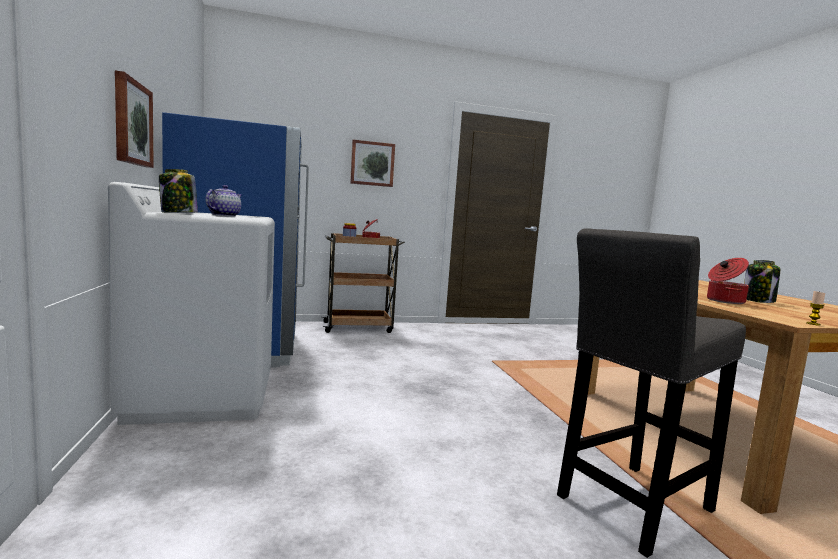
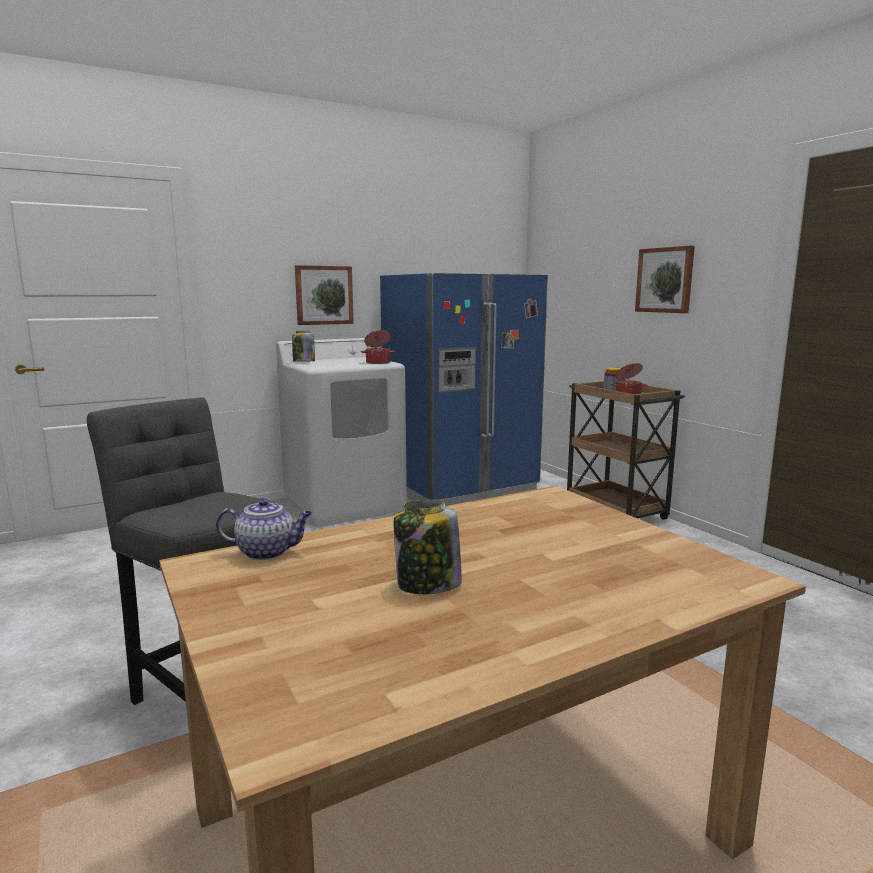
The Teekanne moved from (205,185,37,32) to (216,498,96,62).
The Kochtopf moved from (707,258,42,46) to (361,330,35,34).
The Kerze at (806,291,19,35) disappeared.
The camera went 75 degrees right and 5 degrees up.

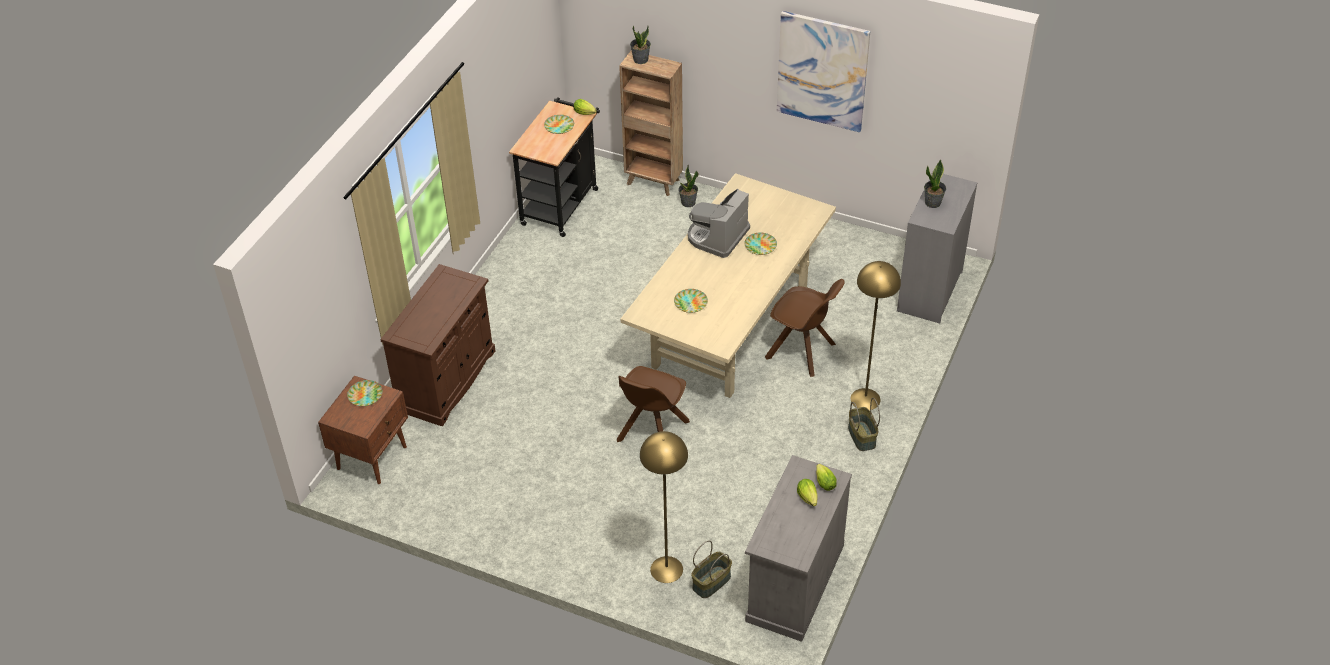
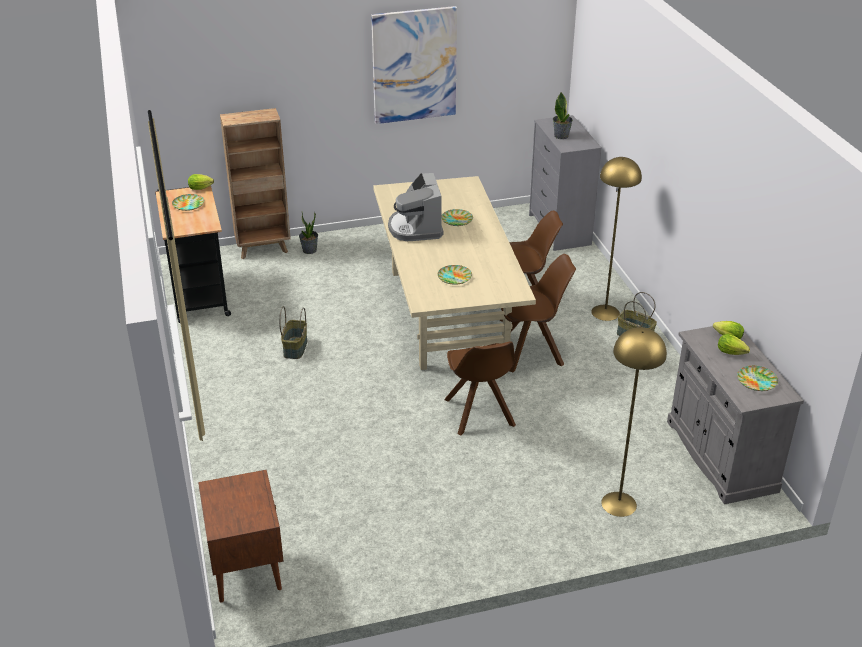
The Korb moved from (691,541,41,57) to (279,306,28,53).
The Stuhl (braun) at (501,254,75,118) appeared.
The Teller moved from (347,380,35,26) to (737,366,41,25).
The Schrank (braun) at (380,264,116,162) disappeared.
The Topfpflanze at (630,25,21,39) disappeared.
The camera went 40 degrees left and 10 degrees down.

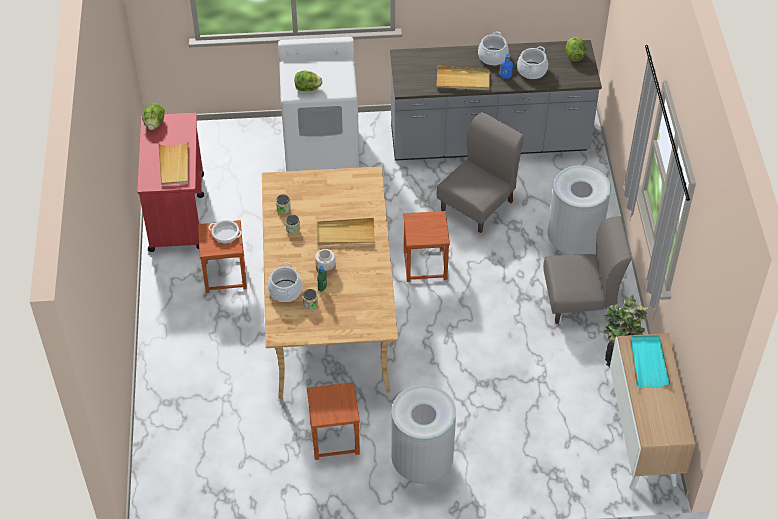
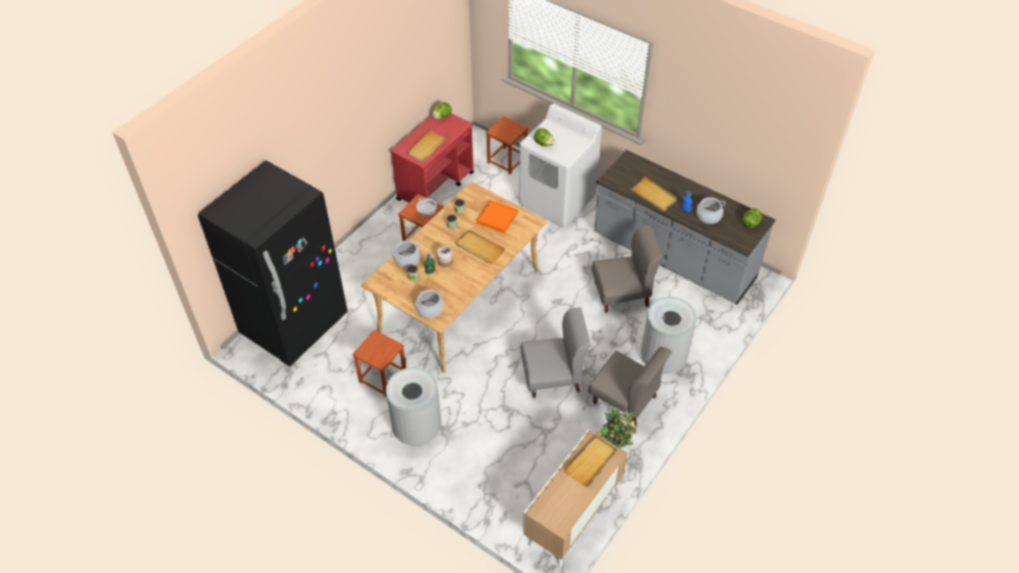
The Kühlschrank (schwarz) at (198,160,150,207) appeared.
The Kochtopf moved from (478,32,31,33) to (415,290,29,28).
The Tablett (orange) at (476,200,42,33) appeared.
The Hocker (braun) moved from (403,211,47,71) to (486,117,42,57).
The Stuhl (grau) at (521,307,70,91) appeared.
The Tablett (türkis) at (630,335,41,53) became the Tablett (beige) at (564,436,53,51).
The camera went 40 degrees right and 0 degrees up.

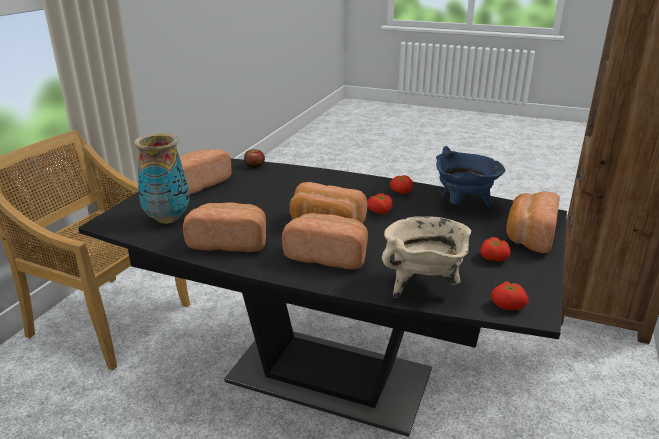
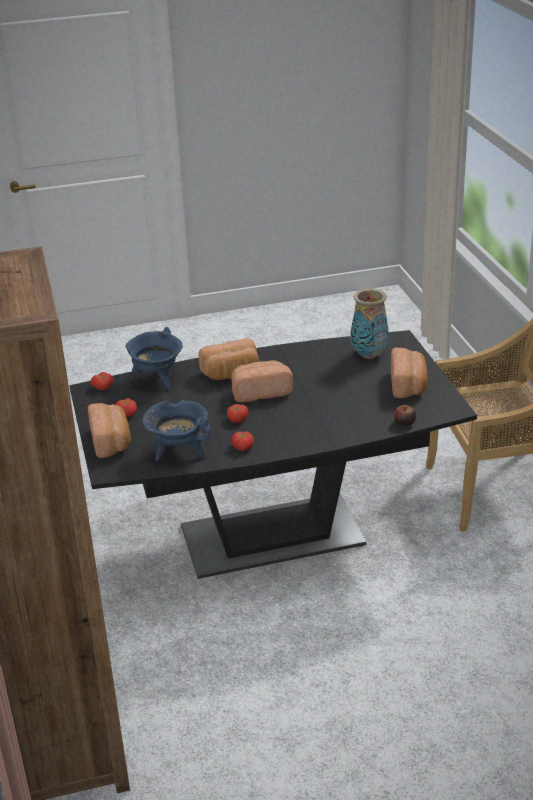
The Kochtopf (beige) at (382,216,89,82) became the Kochtopf (blau) at (125,327,58,62).
The Brot at (183,202,83,50) disappeared.
The camera went 145 degrees right and 5 degrees up.

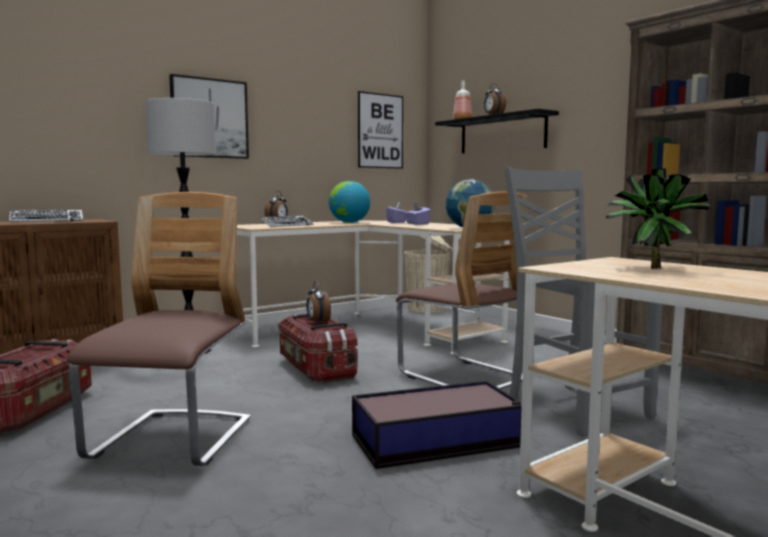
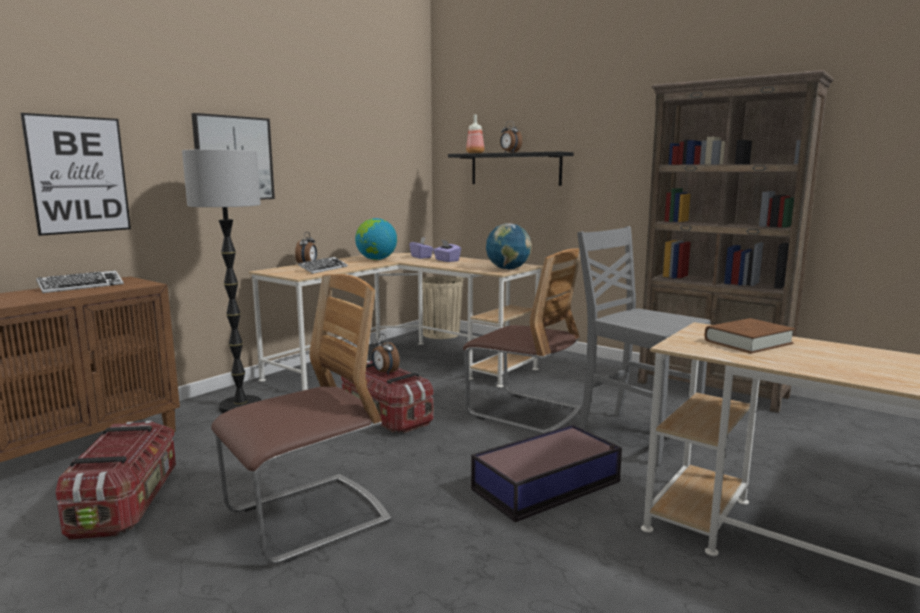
The Bild moved from (358,91,45,78) to (20,113,111,123).
The Stuhl at (67,192,184,274) turned 60 degrees clockwise.
The Topfpflanze at (606,168,106,101) was replaced by the Buch (braun) at (704,318,91,36).
The camera went 15 degrees left and 5 degrees up.

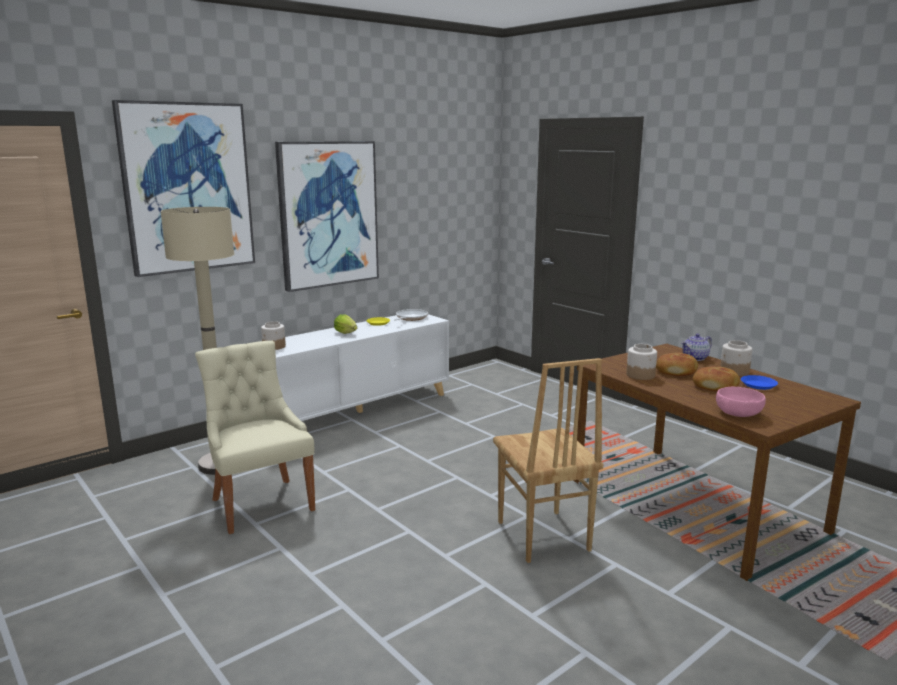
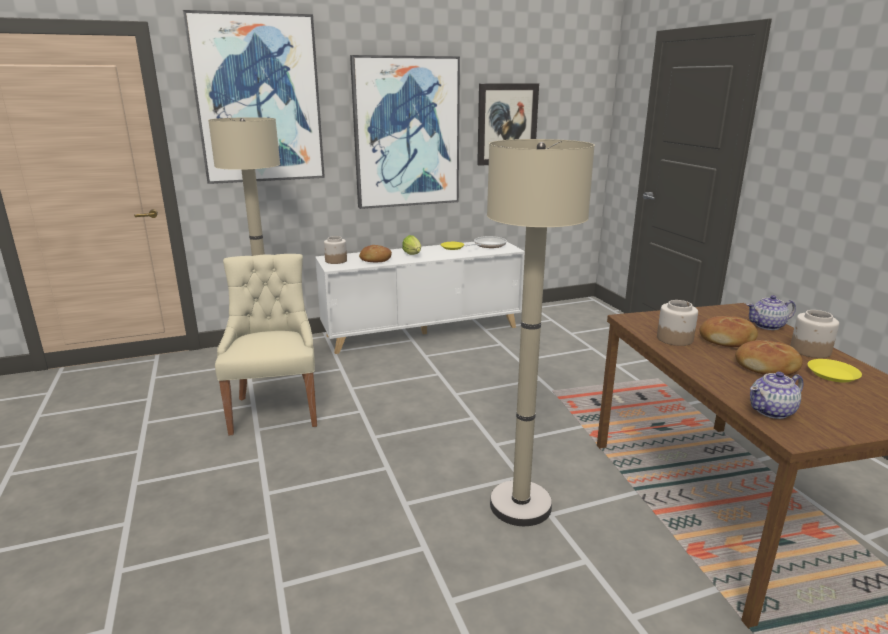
The Brot at (359,245,33,17) appeared.
The Bild at (477,83,62,83) appeared.
The Stuhl (braun) at (493,358,110,205) was replaced by the Stehlampe (beige) at (487,139,108,387).
The Schüssel (rosa) at (716,387,50,30) was replaced by the Teekanne at (750,371,53,48).
The Teller (blau) at (741,375,37,15) became the Teller (gelb) at (807,359,55,24).
The camera went 20 degrees right and 5 degrees up.

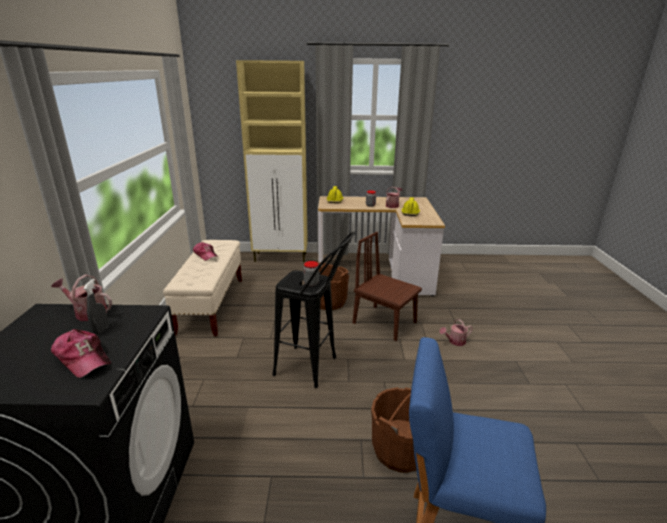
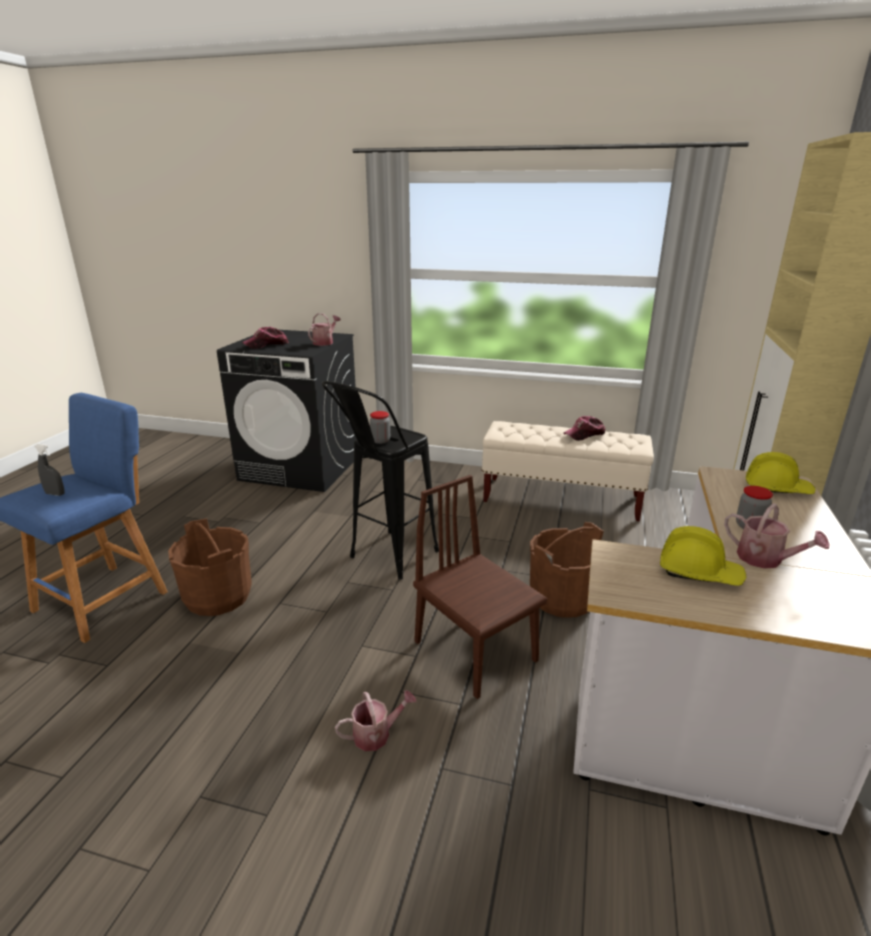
The Sprühflasche (grau) moved from (83,279,25,57) to (34,444,31,52).
The Gießkanne at (439,319,34,27) turned 75 degrees clockwise.
The Stuhl (braun) at (353,232,69,109) turned 90 degrees counterclockwise.
The camera went 105 degrees right and 0 degrees up.

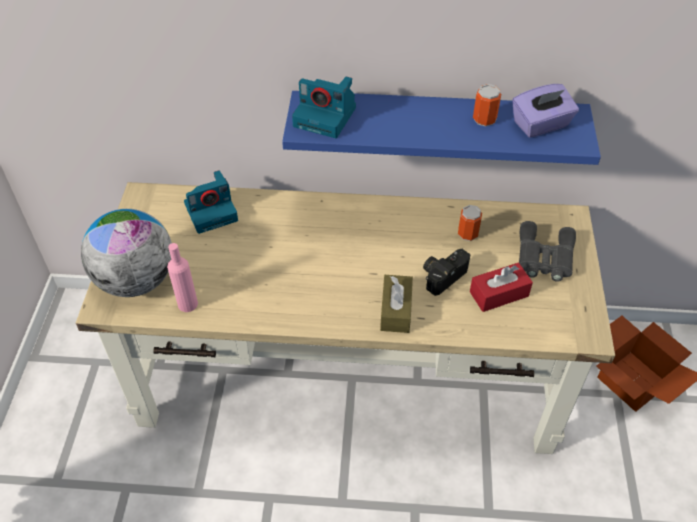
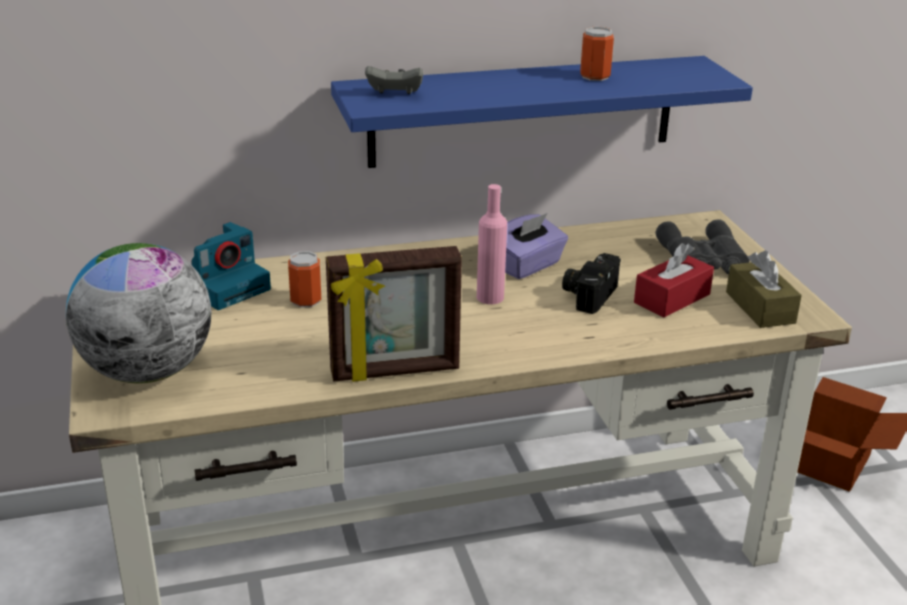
The Dose moved from (458,205,24,36) to (288,251,33,57).
The Bilderrahmen at (326,246,136,136) appeared.
The Kamera at (292,77,64,61) was replaced by the Gamepad (grau) at (365,66,58,28).
The Flasche (rosa) moved from (167,243,31,69) to (477,184,30,120).
The Taschentuchbox (lila) moved from (512,84,67,54) to (505,213,63,66).
The Taschentuchbox (braun) moved from (380,275,33,58) to (726,250,76,78).
The camera went 20 degrees left and 20 degrees down.

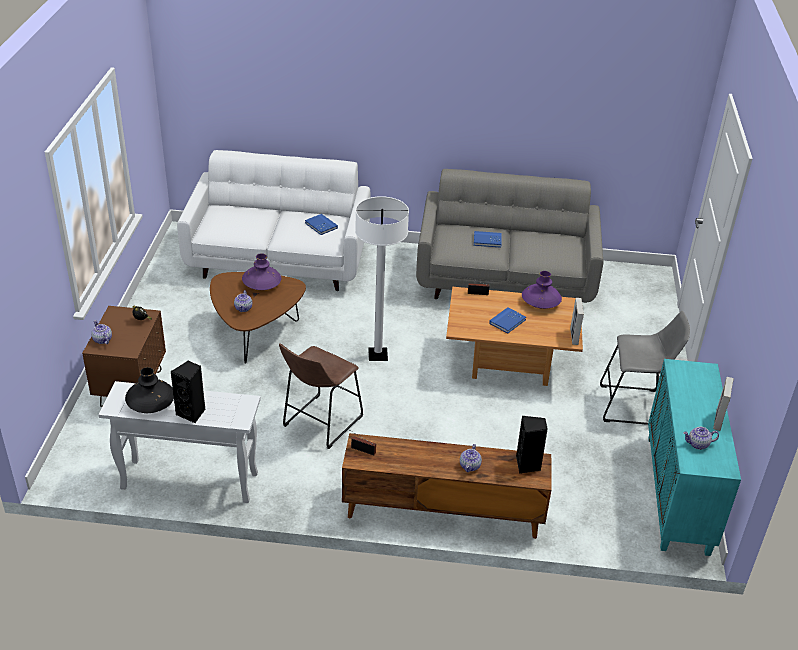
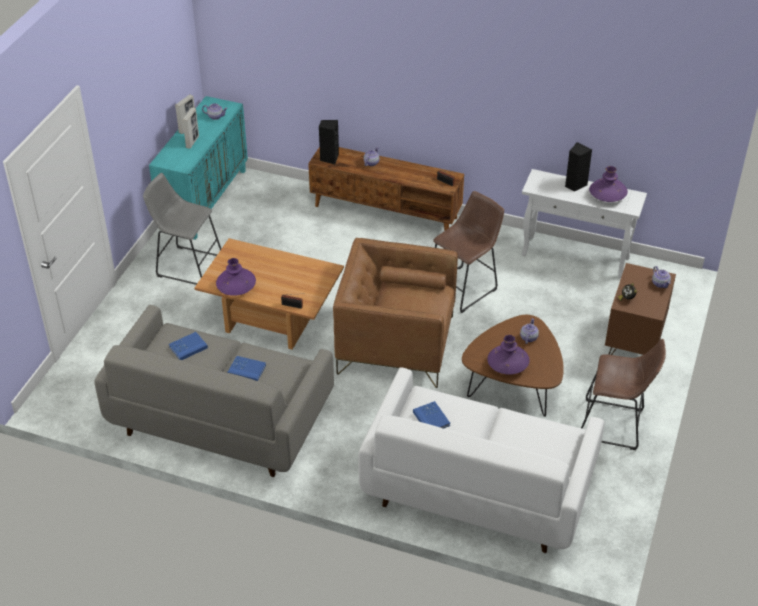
The Buch (blau) moved from (489,307,37,26) to (169,332,39,28).
The Bilderrahmen moved from (570,298,14,47) to (182,107,17,42).
The Stehlampe (weiß) at (355,196,54,165) was replaced by the Sessel (braun) at (333,238,125,150).
The Hocker (braun) at (581,339,85,111) appeared.
The Vase (schwarz) at (125,367,49,46) became the Vase (lila) at (589,166,39,36).
The camera went 165 degrees left and 5 degrees up.

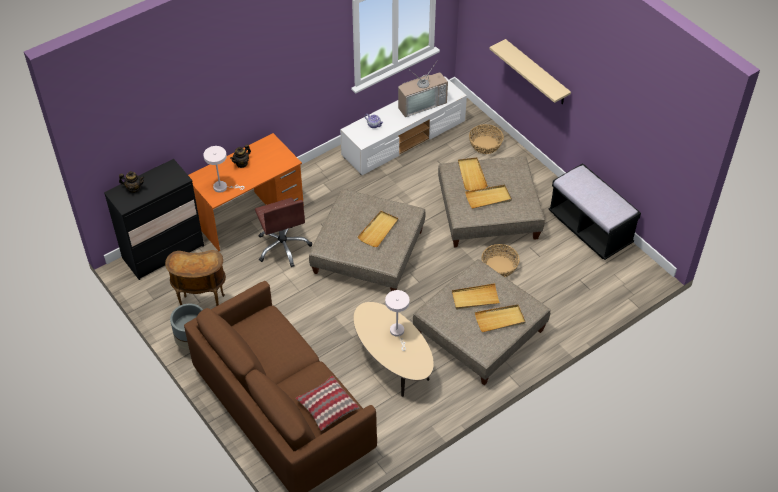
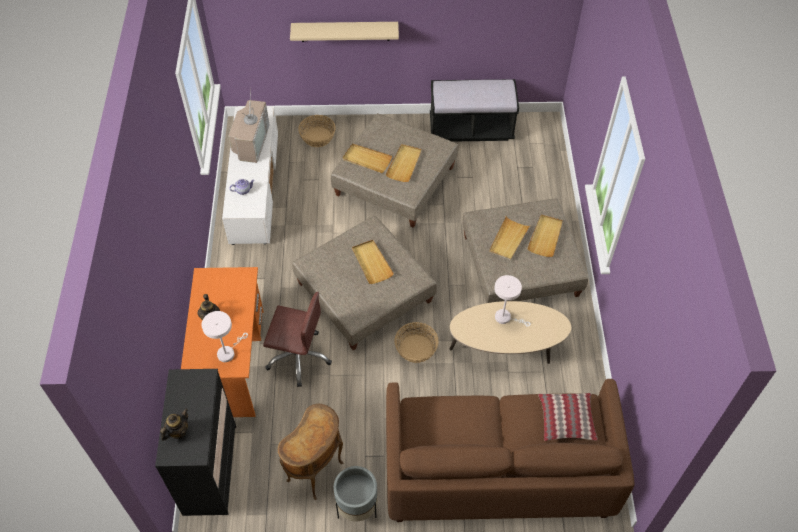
The Korb moved from (481,244,39,33) to (394,322,45,41).
The camera went 55 degrees left and 5 degrees up.

